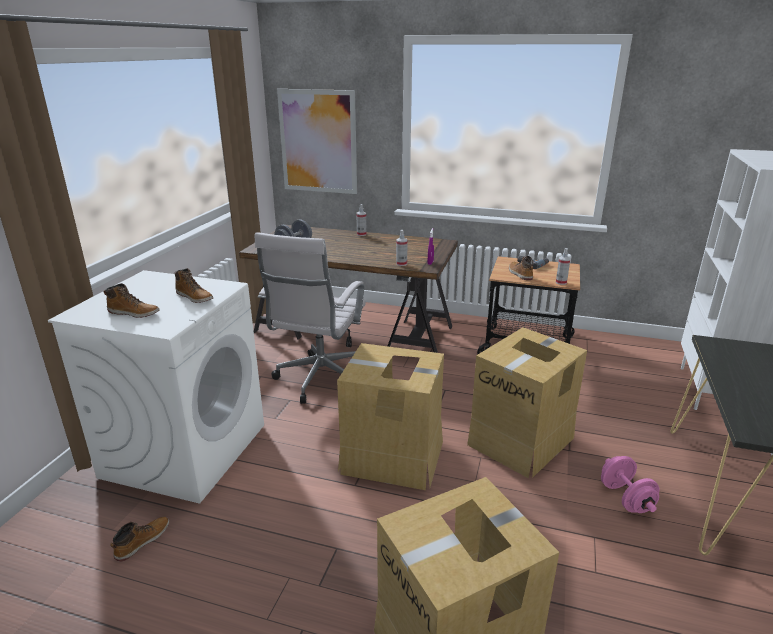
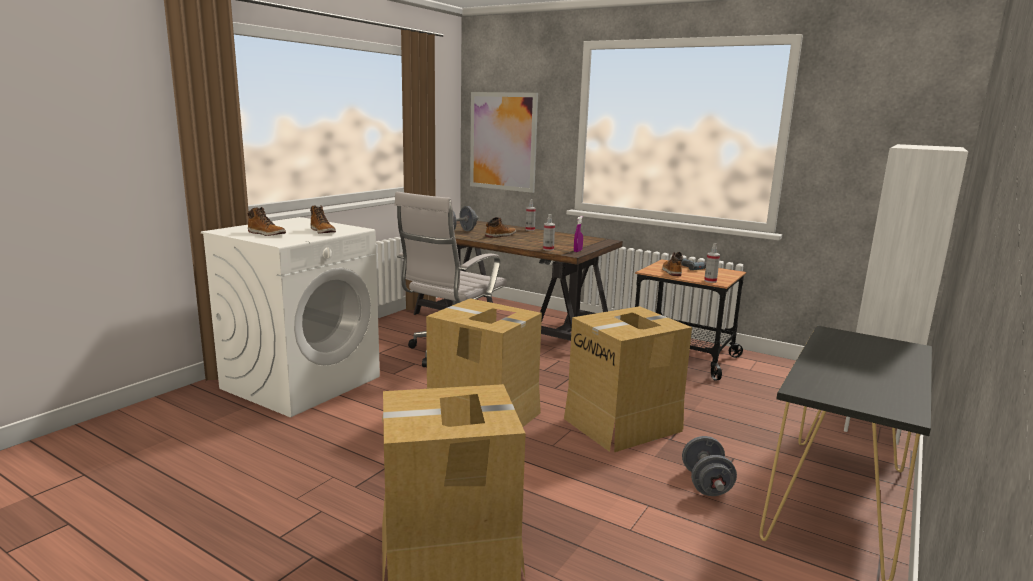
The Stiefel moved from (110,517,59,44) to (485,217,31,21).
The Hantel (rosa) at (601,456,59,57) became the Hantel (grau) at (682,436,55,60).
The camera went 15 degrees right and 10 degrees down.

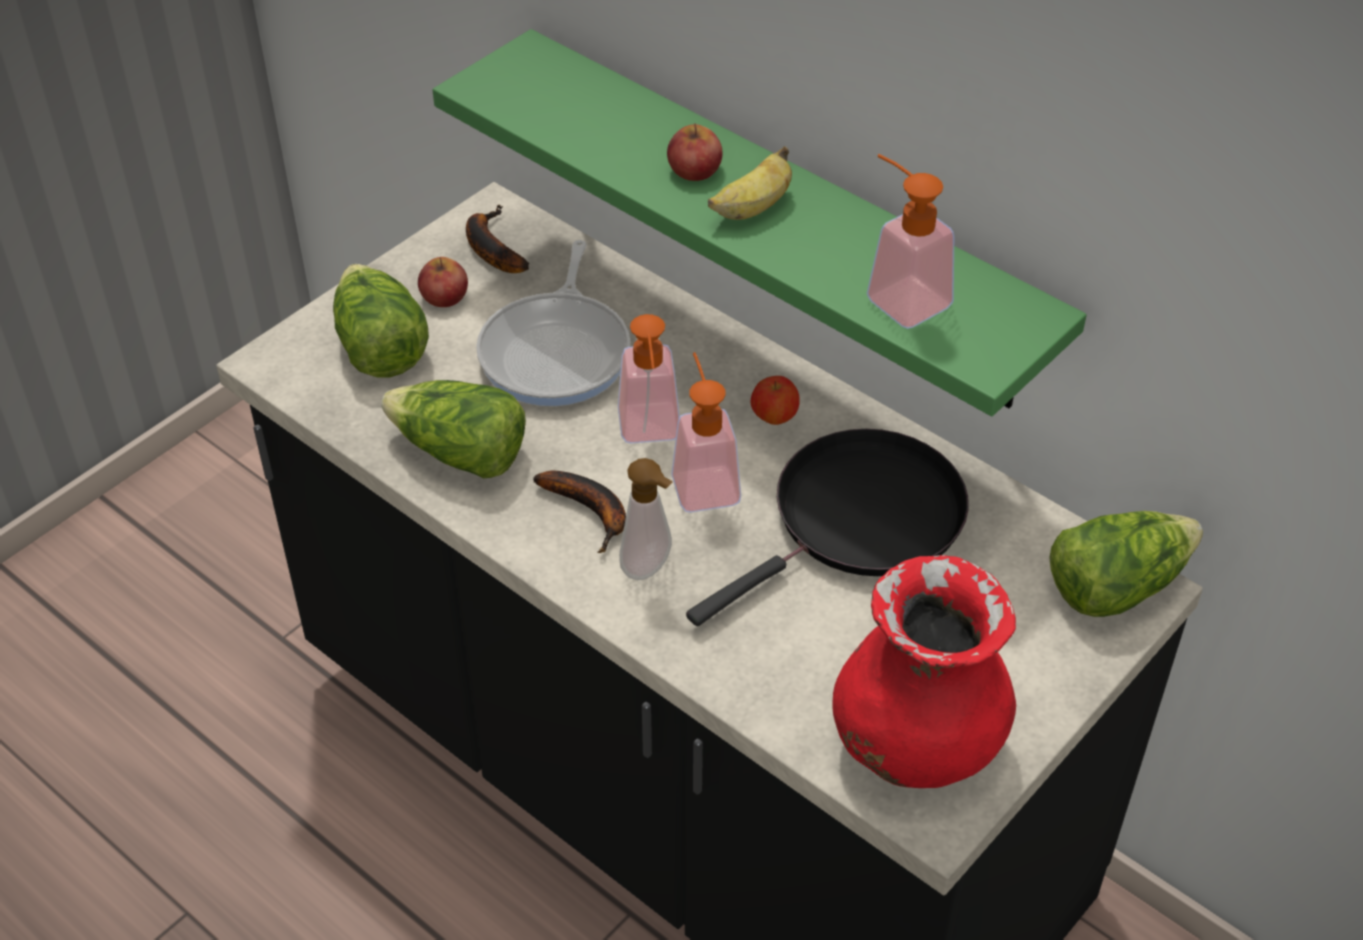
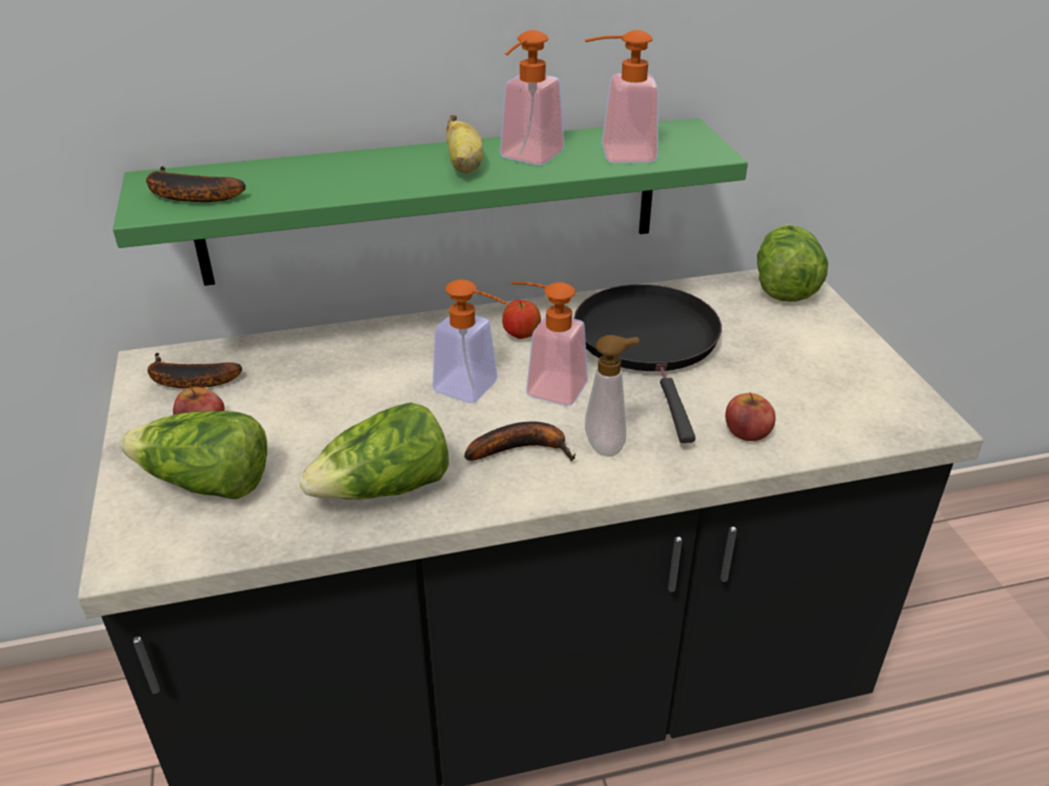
The Banane at (146,166,100,36) appeared.
The Seifenspender at (500,30,64,135) appeared.
The Apfel moved from (667,123,56,58) to (725,393,51,48).
The Pfanne at (476,240,154,166) disappeared.
The Vase (rot) at (832,555,184,233) disappeared.
The camera went 55 degrees left and 10 degrees down.

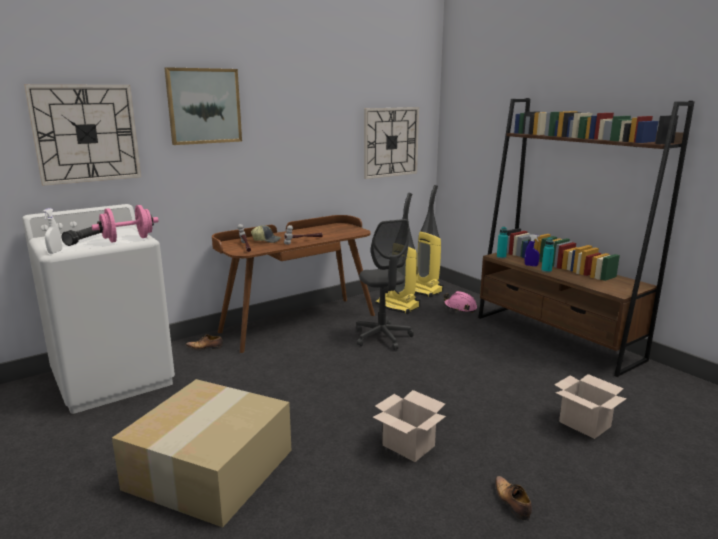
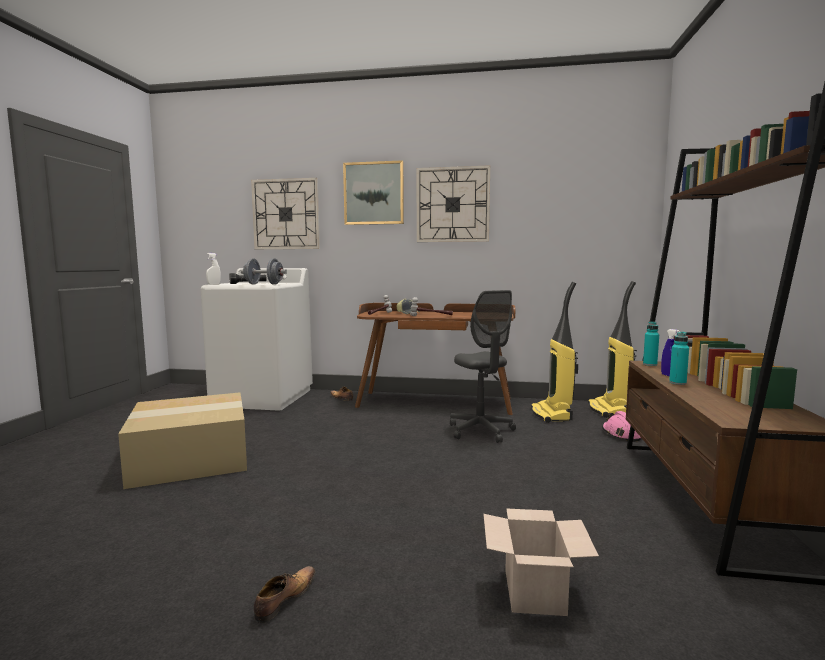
The Hantel (rosa) at (92,205,67,38) became the Hantel (grau) at (241,258,46,27).
The Wanduhr moved from (364,107,55,72) to (417,165,73,77).
The Bürostuhl (grau) at (356,219,58,131) turned 45 degrees counterclockwise.
The Karton at (373,390,73,72) disappeared.
The camera went 45 degrees right and 10 degrees down.

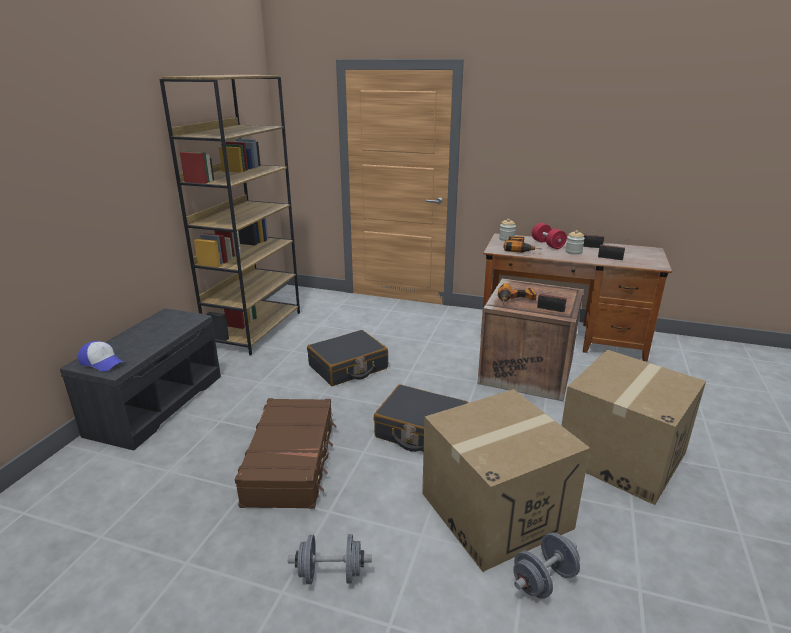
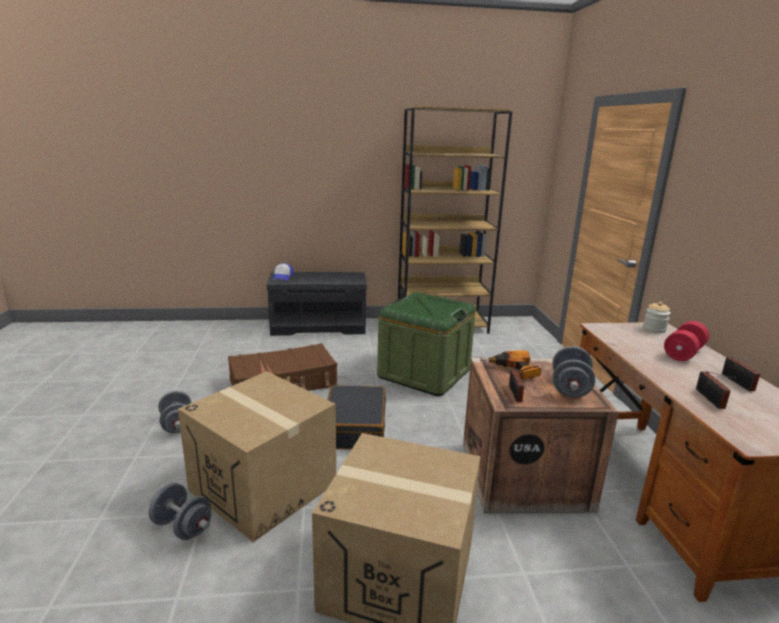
The Koffer (schwarz) at (307,330,81,56) was replaced by the Aufbewahrungsbox (grün) at (377,292,99,104).
The Hantel (grau) at (553,346,42,52) appeared.
The Bohrmaschine at (504,236,37,17) disappeared.
The Vorratsglas at (565,230,20,25) disappeared.
The camera went 65 degrees right and 5 degrees down.

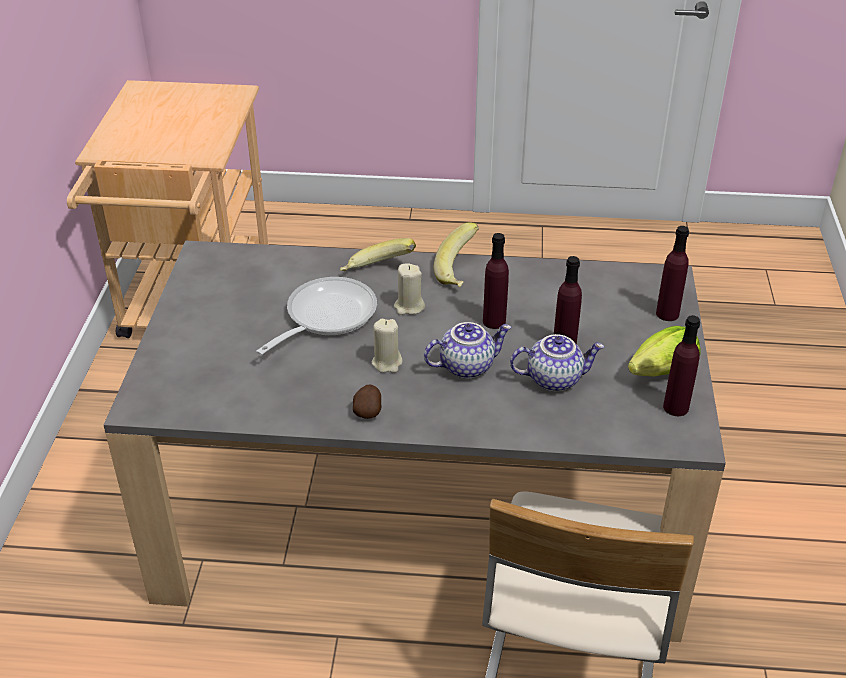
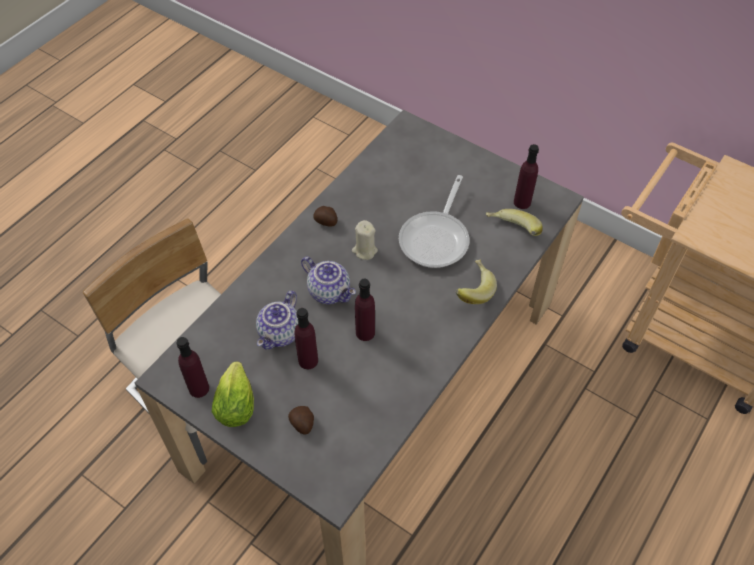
The Kartoffel at (288,406,26,28) appeared.
The Teekanne at (424,322,88,57) turned 60 degrees counterclockwise.
The Pfanne at (256,277,121,78) turned 45 degrees clockwise.
The Banane moved from (433,222,46,65) to (486,209,57,27).
The Flasche (lila) moved from (656,226,33,95) to (514,144,25,65).
The Kerze (beige) at (394,263,31,52) disappeared.
The camera went 120 degrees right and 15 degrees up.

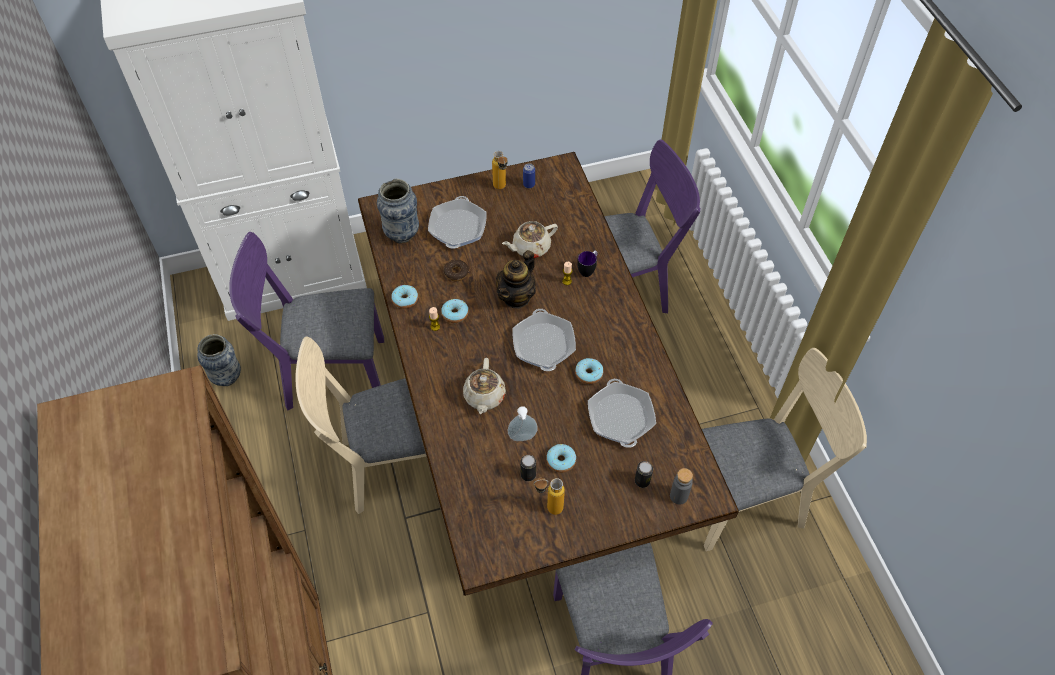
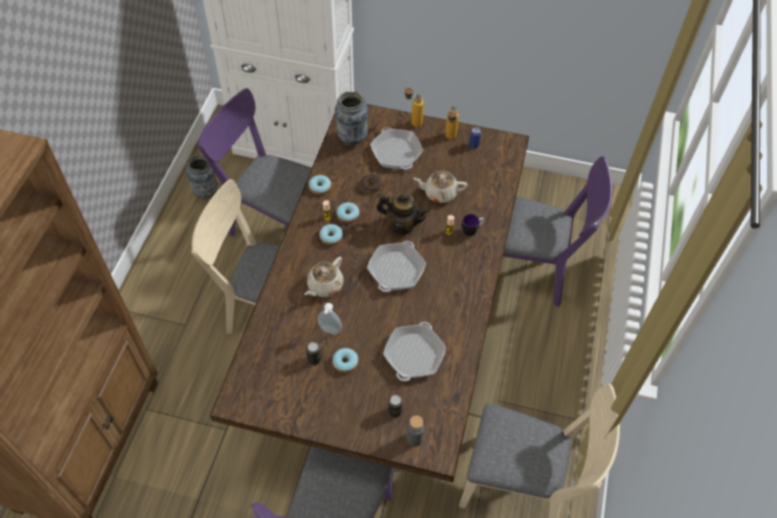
The Donut moved from (575,358,28,26) to (319,224,24,21).
The Pfanne at (428,196,59,53) turned 120 degrees clockwise.
The Teekanne at (496,250,40,59) turned 135 degrees counterclockwise.
The Flasche moved from (534,478,31,37) to (404,86,20,41).
The camera went 30 degrees right and 0 degrees up.

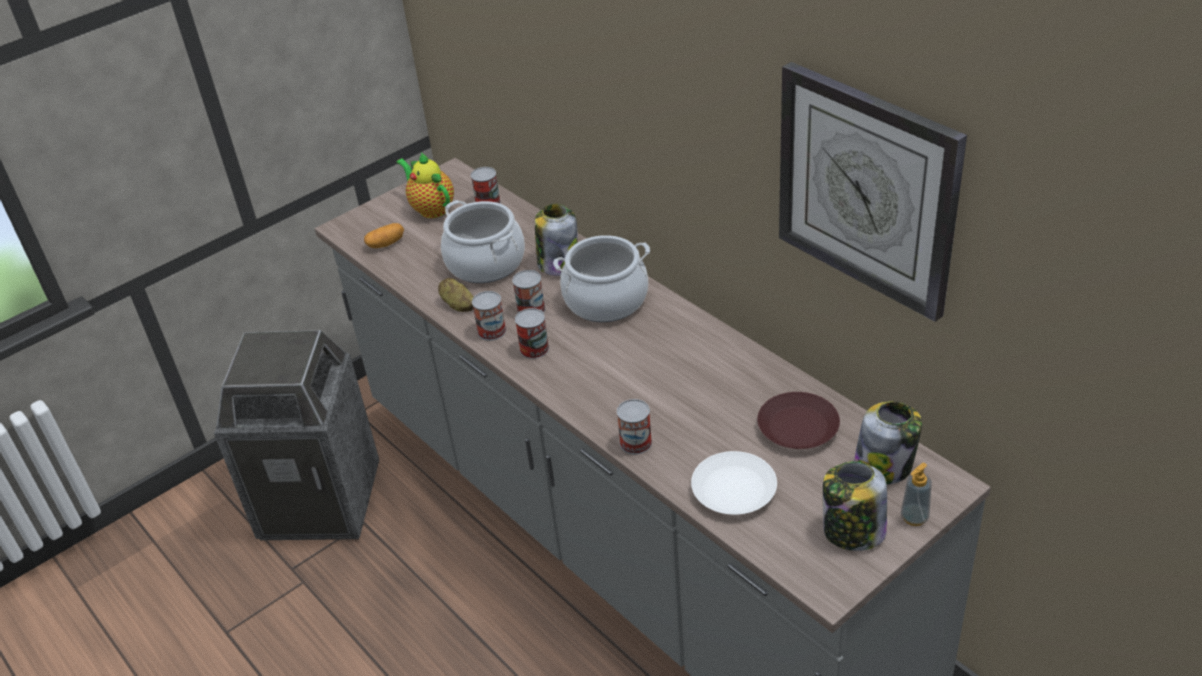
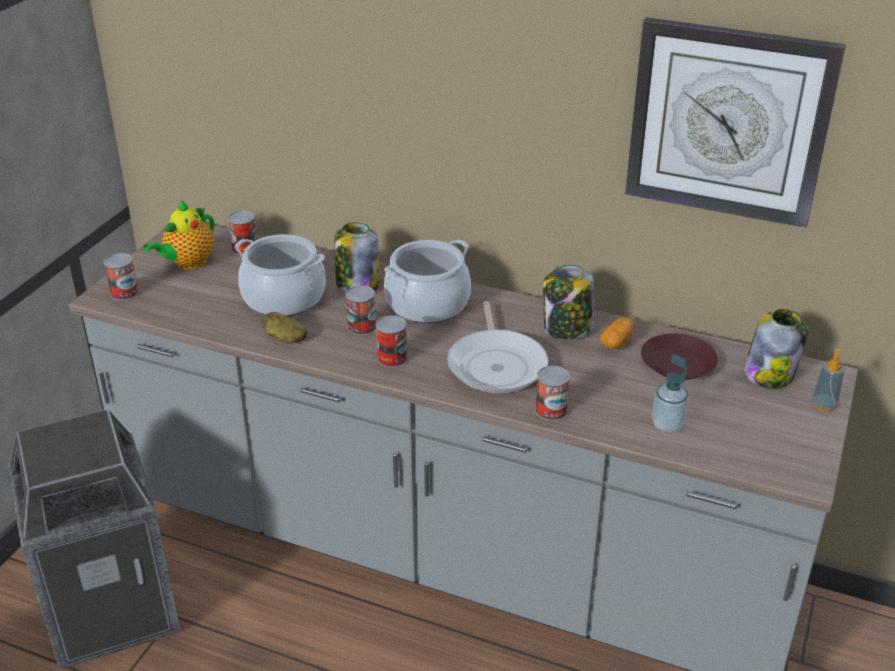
The Dose moved from (472,291,34,50) to (104,253,35,48).
The Teekanne at (396,152,58,66) turned 75 degrees counterclockwise.
The Pfanne at (447,301,101,92) appeared.
The Vorratsglas moved from (823,461,64,90) to (543,265,52,75).
The Kartoffel moved from (364,223,40,25) to (600,317,34,32).
The Teller (weiß) at (691,451,86,64) was replaced by the Seifenspender at (652,354,37,79).
The camera went 30 degrees left and 5 degrees down.

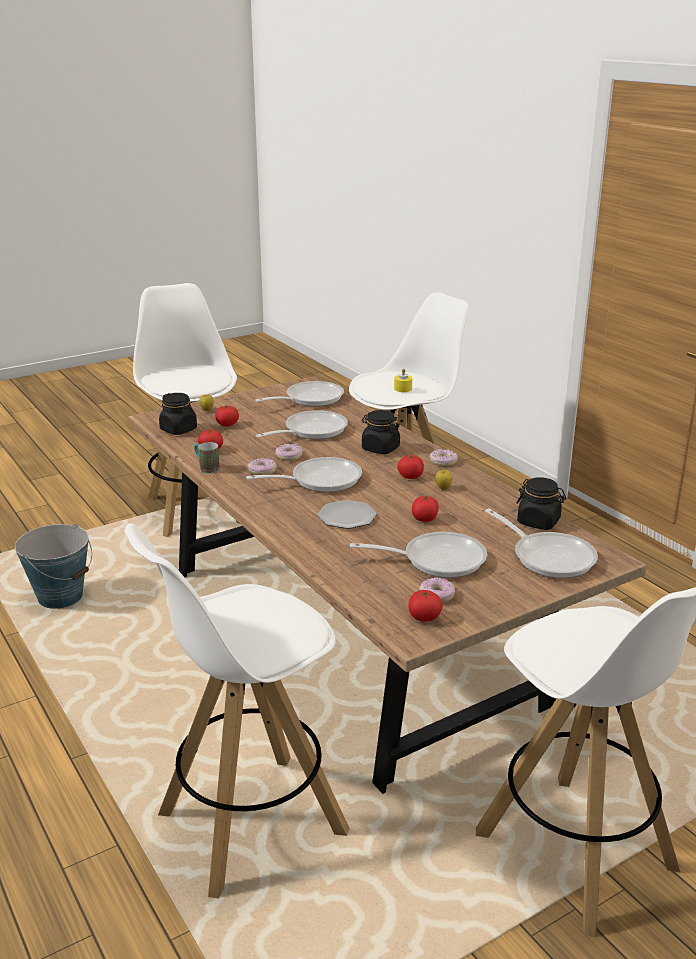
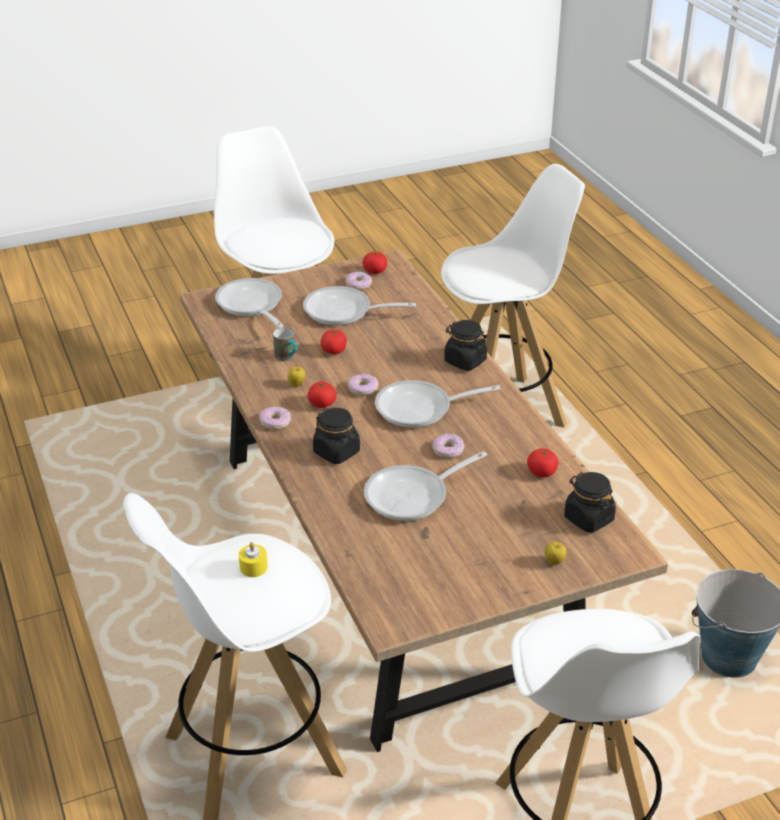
The Henkelbecher moved from (194,442,26,31) to (273,328,25,33).
The Donut moved from (248,458,29,17) to (348,374,31,22).
The Vorratsglas (schwarz) moved from (517,477,49,53) to (444,320,43,51).
The Tomate at (215,406,24,20) disappeared.
The Pfanne at (255,381,89,26) disappeared.
The Teller at (317,500,60,29) disappeared.
The camera went 170 degrees left and 10 degrees up.

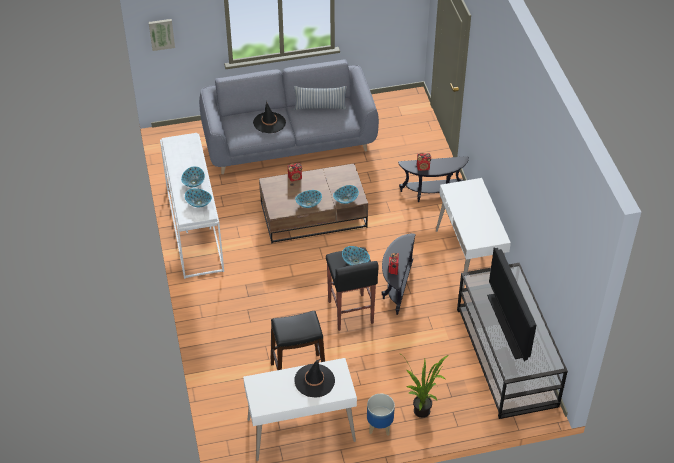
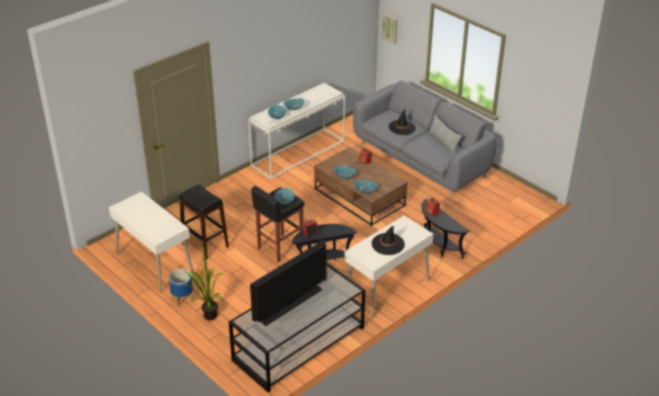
The Hut (schwarz) moved from (294,359,41,39) to (372,226,33,29).
The camera went 60 degrees right and 10 degrees down.

